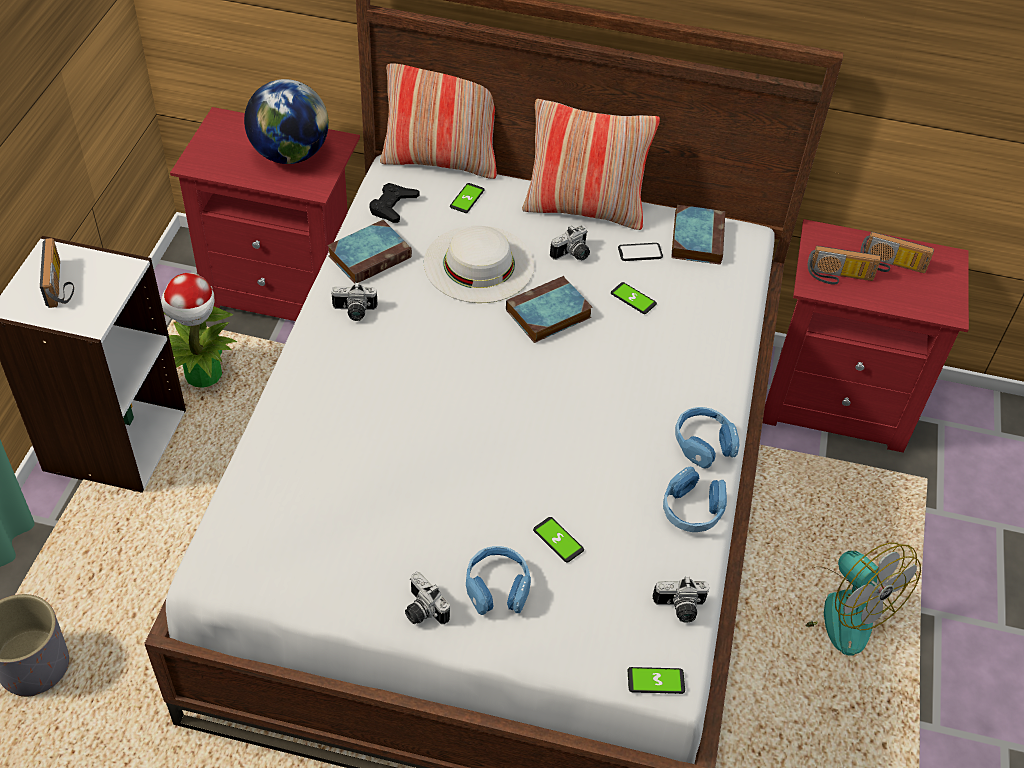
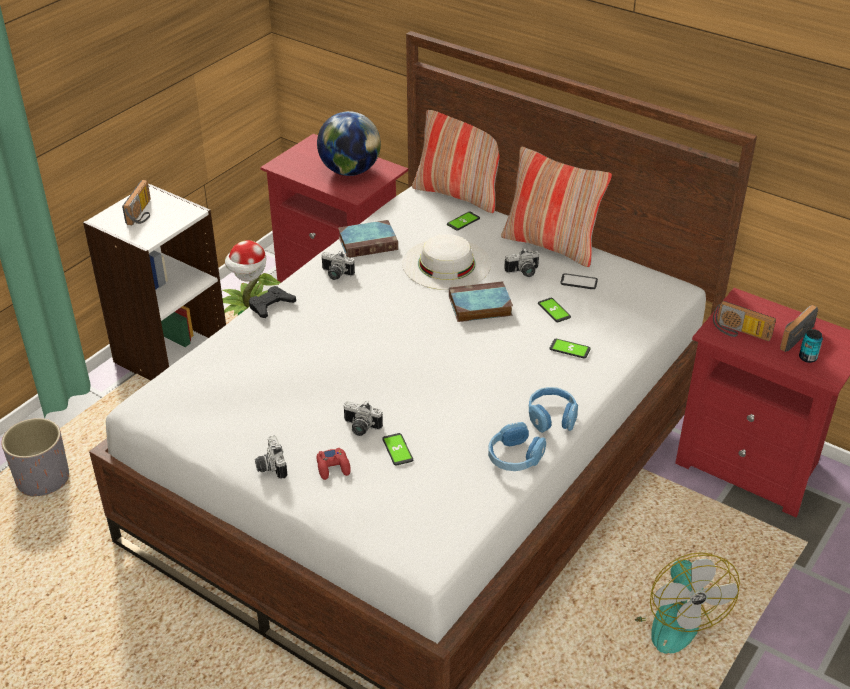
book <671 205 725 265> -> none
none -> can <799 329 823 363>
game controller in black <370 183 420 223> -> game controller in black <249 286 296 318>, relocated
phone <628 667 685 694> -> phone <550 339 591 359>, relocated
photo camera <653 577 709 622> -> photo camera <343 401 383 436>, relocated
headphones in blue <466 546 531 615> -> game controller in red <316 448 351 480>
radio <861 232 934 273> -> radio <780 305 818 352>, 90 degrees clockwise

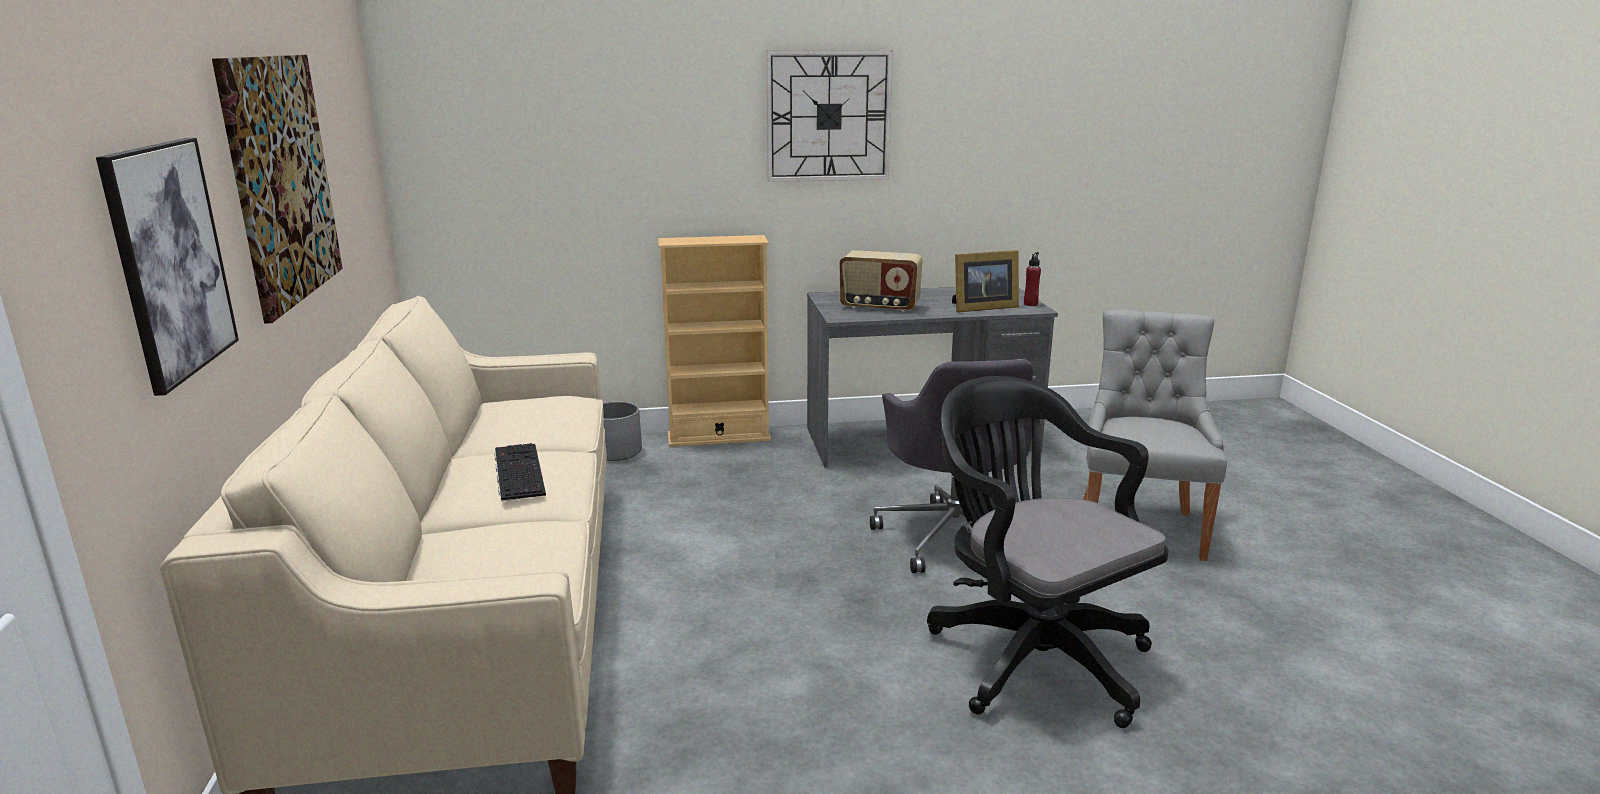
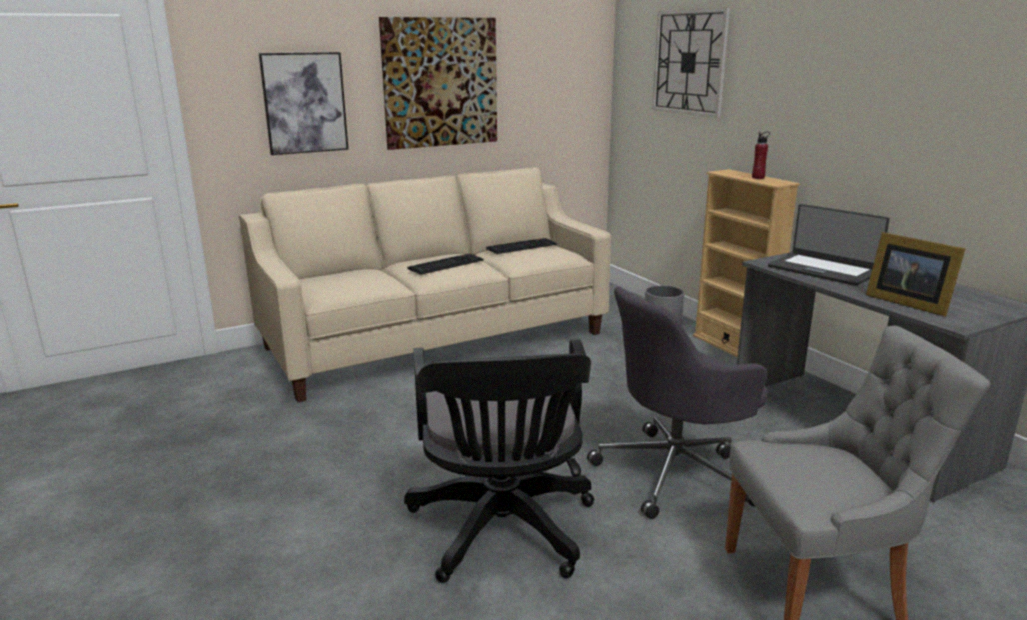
none -> keyboard <486 238 557 254>
wall clock <766 50 893 182> -> wall clock <652 8 730 117>, relocated
bottle in red <1024 252 1041 306> -> bottle in red <752 132 770 179>, relocated
radio <840 250 923 312> -> laptop <768 204 890 286>
office chair in black <927 376 1169 728> -> office chair in black <404 339 594 583>, 135 degrees clockwise

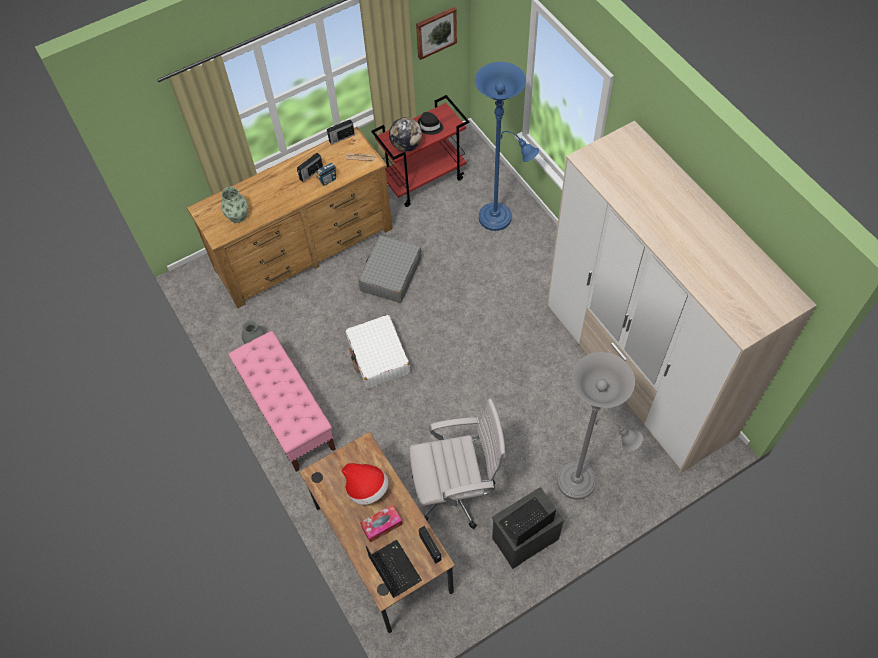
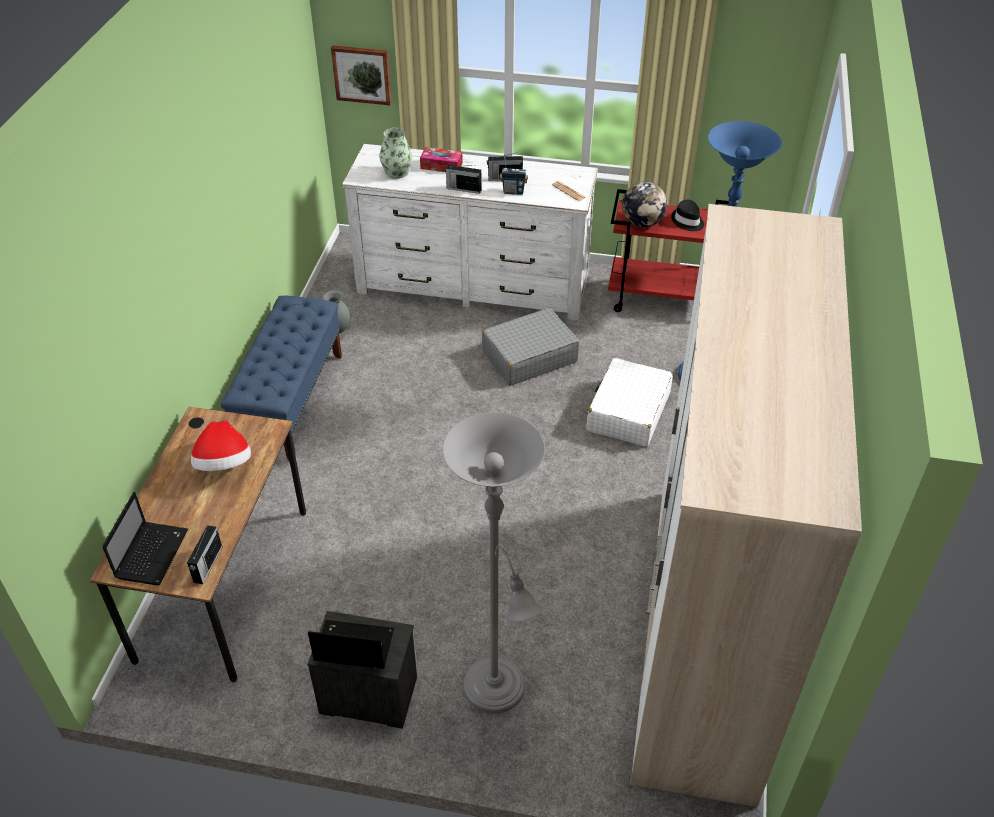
office chair in white <409 399 506 529> -> none
radio <327 119 355 145> -> radio <445 165 482 194>, relocated
suitcase in white <345 315 411 389> -> suitcase in white <587 358 673 447>, relocated
tissue box <360 504 403 543> -> tissue box <420 147 463 172>, relocated
picture <416 7 457 60> -> picture <331 45 391 105>, relocated
dresser in brown <186 127 393 308> -> dresser in white <342 144 598 321>
bench in pink <229 331 336 472> -> bench in blue <221 296 342 462>

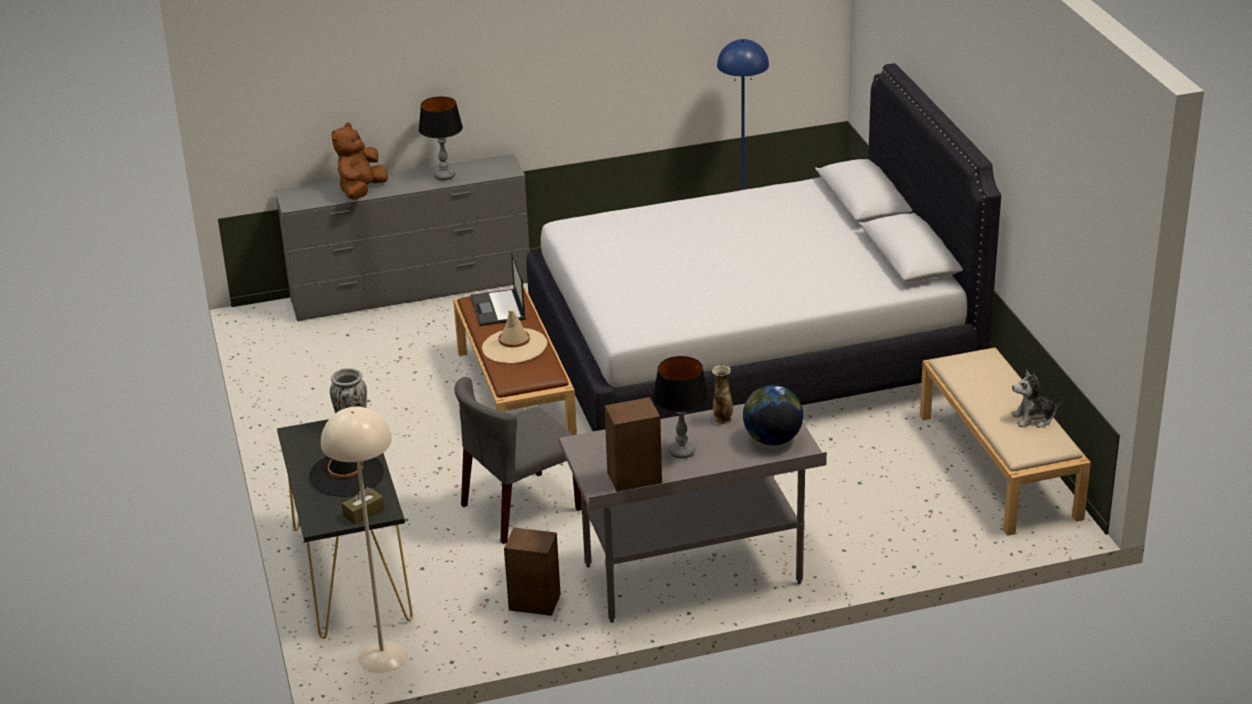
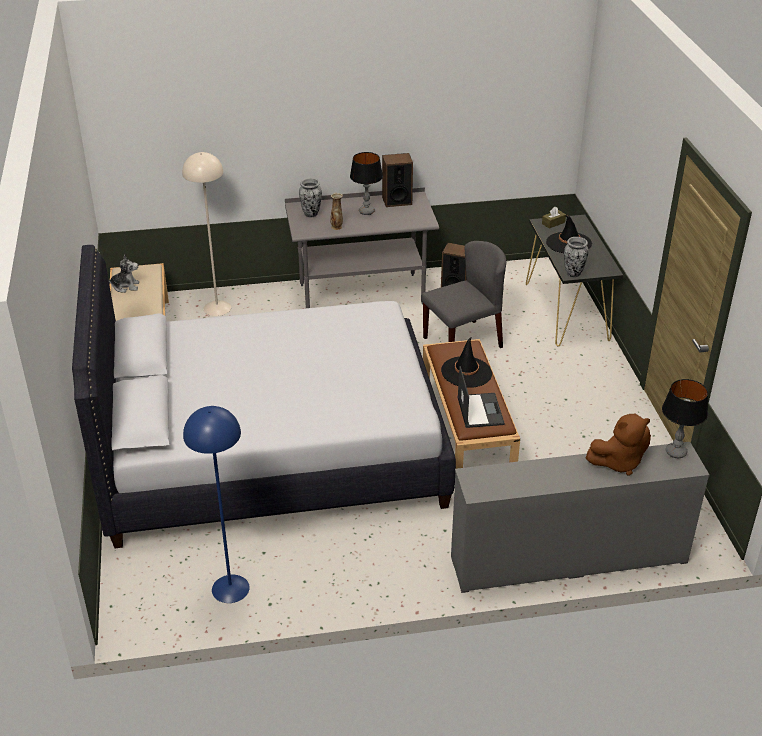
floor lamp in beige <321 407 407 673> -> floor lamp in beige <182 152 231 316>, relocated
table lamp <419 96 463 180> -> table lamp <662 379 708 458>, relocated
globe <743 385 803 445> -> vase <299 178 322 218>
hat in beige <482 310 547 363> -> hat in black <441 337 492 387>
plush toy in brown <331 122 388 200> -> plush toy in brown <586 414 651 476>, 45 degrees clockwise

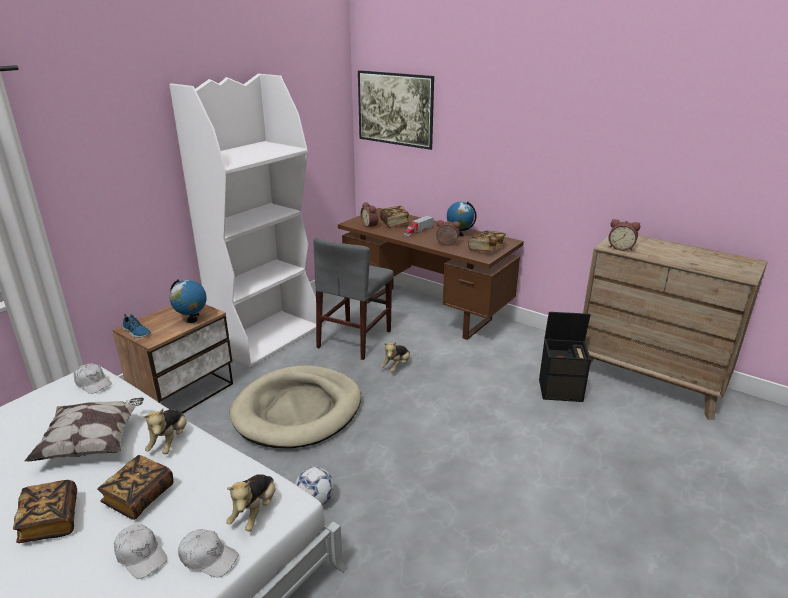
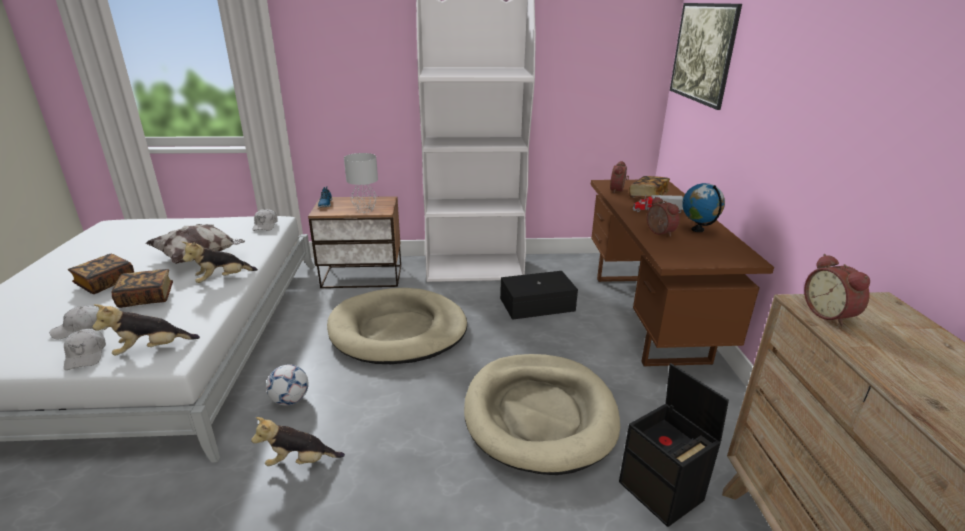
book <468 231 506 252> -> none
none -> dog bed in beige <464 354 620 475>
plush toy <381 342 410 372> -> plush toy <251 417 345 466>, relocated
globe <170 279 207 323> -> table lamp in grey <344 153 378 213>
chair in grey <313 237 394 360> -> storage box in black <500 271 578 320>
cap in white <114 525 167 579> -> cap in white <50 305 99 339>, 60 degrees clockwise

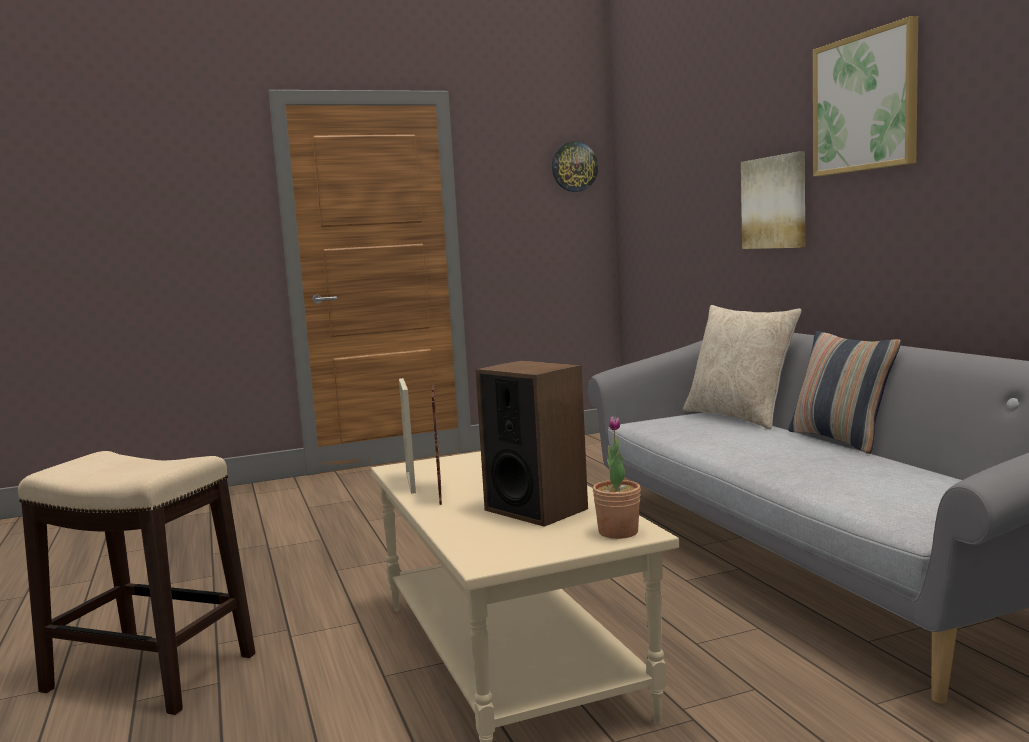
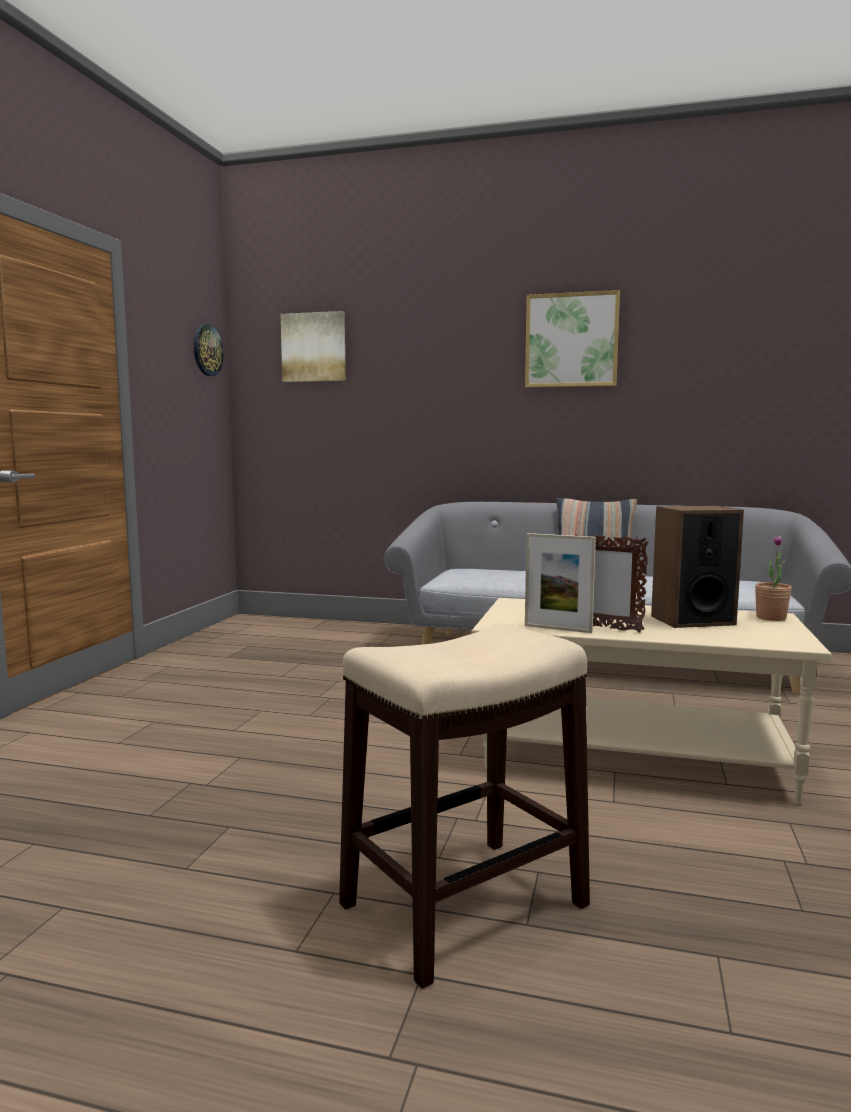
pillow in beige <683 305 802 430> -> none
picture <741 151 805 249> -> picture <280 311 346 382>, relocated

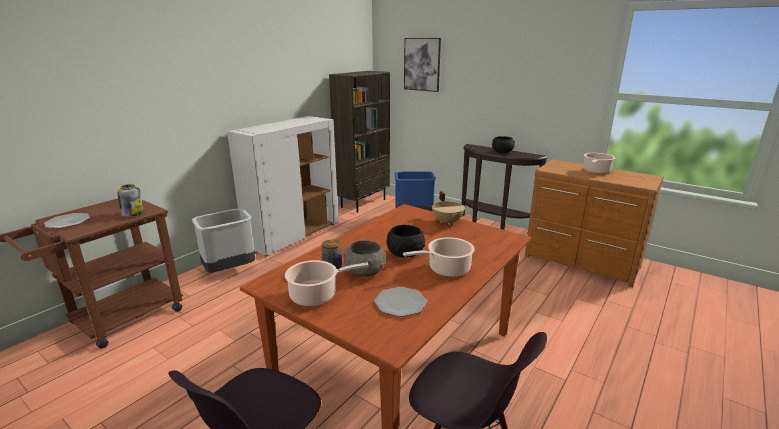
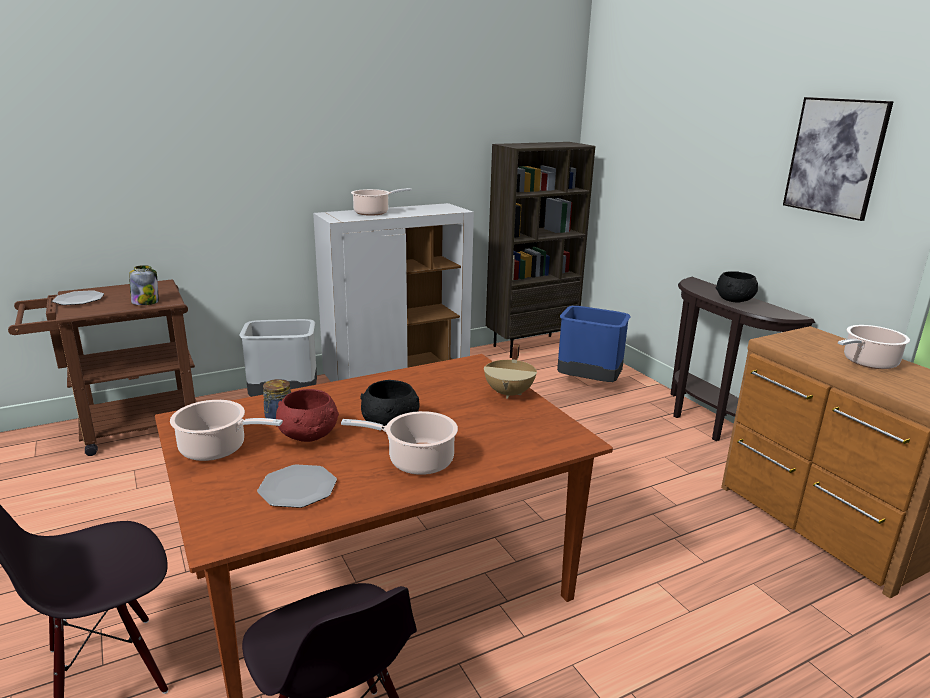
none -> cooking pot <351 188 412 216>
picture <404 38 441 92> -> picture <783 97 894 221>, relocated
bowl in grey <343 240 386 276> -> bowl in red <276 389 339 442>

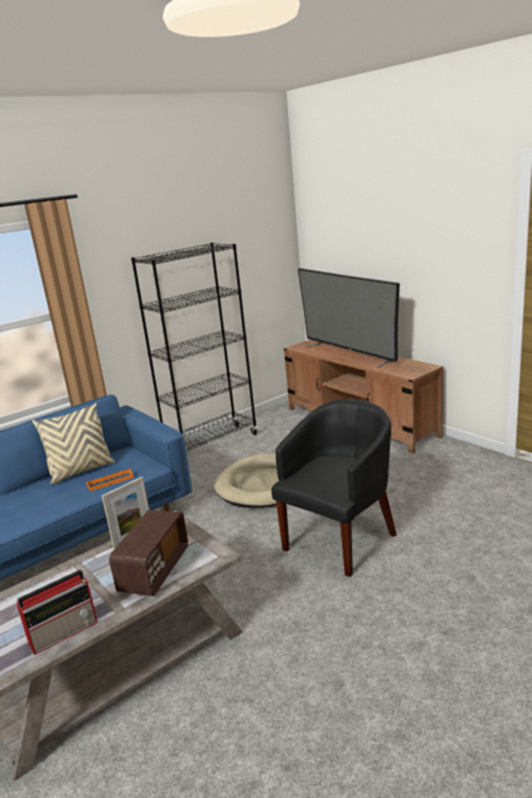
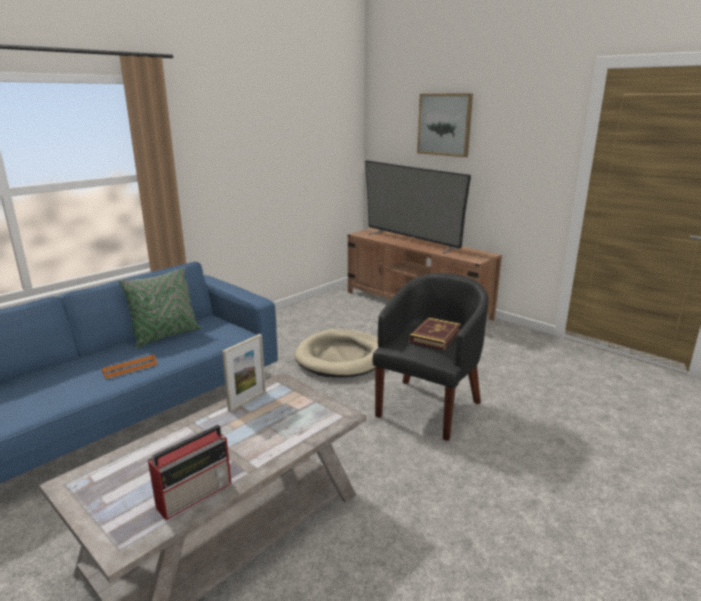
radio <109 510 188 596> -> none
bookcase in black <131 242 257 458> -> none
none -> book <410 317 461 350>
none -> picture <417 93 473 157>
tray in orange <86 469 134 491> -> tray in orange <102 354 157 379>, relocated
pillow in beige <32 403 115 485> -> pillow in green <119 267 200 349>

